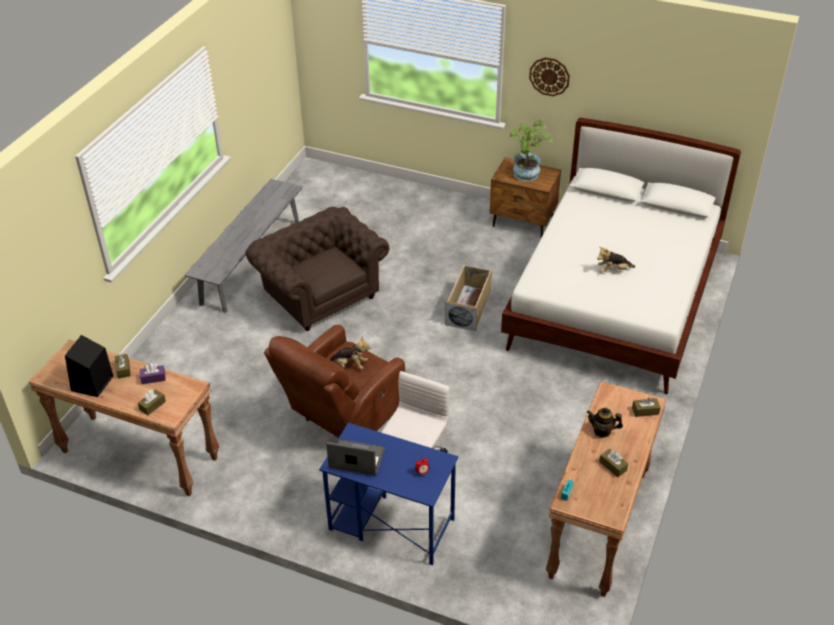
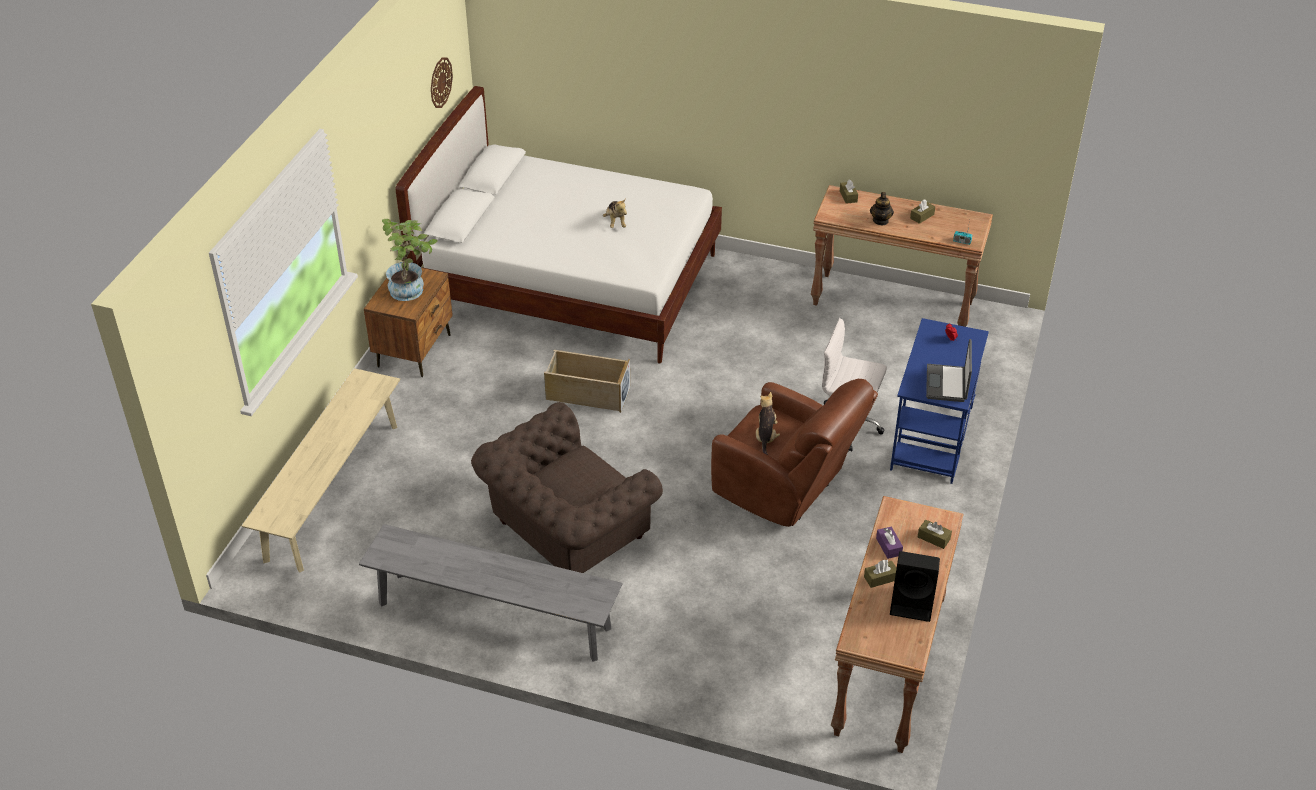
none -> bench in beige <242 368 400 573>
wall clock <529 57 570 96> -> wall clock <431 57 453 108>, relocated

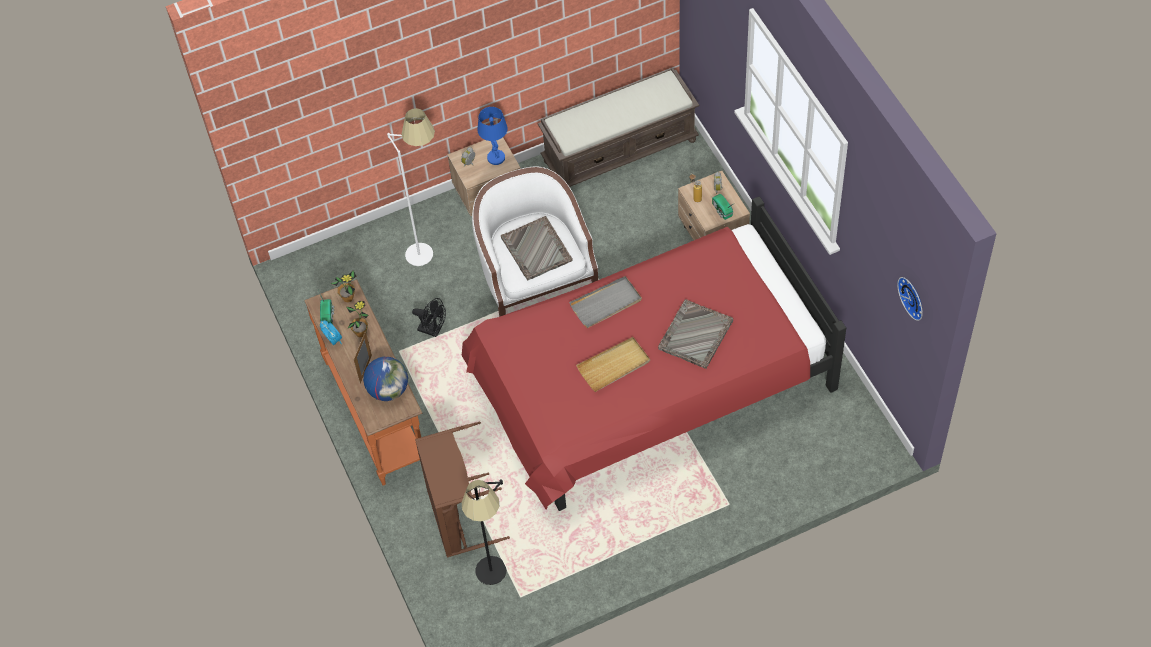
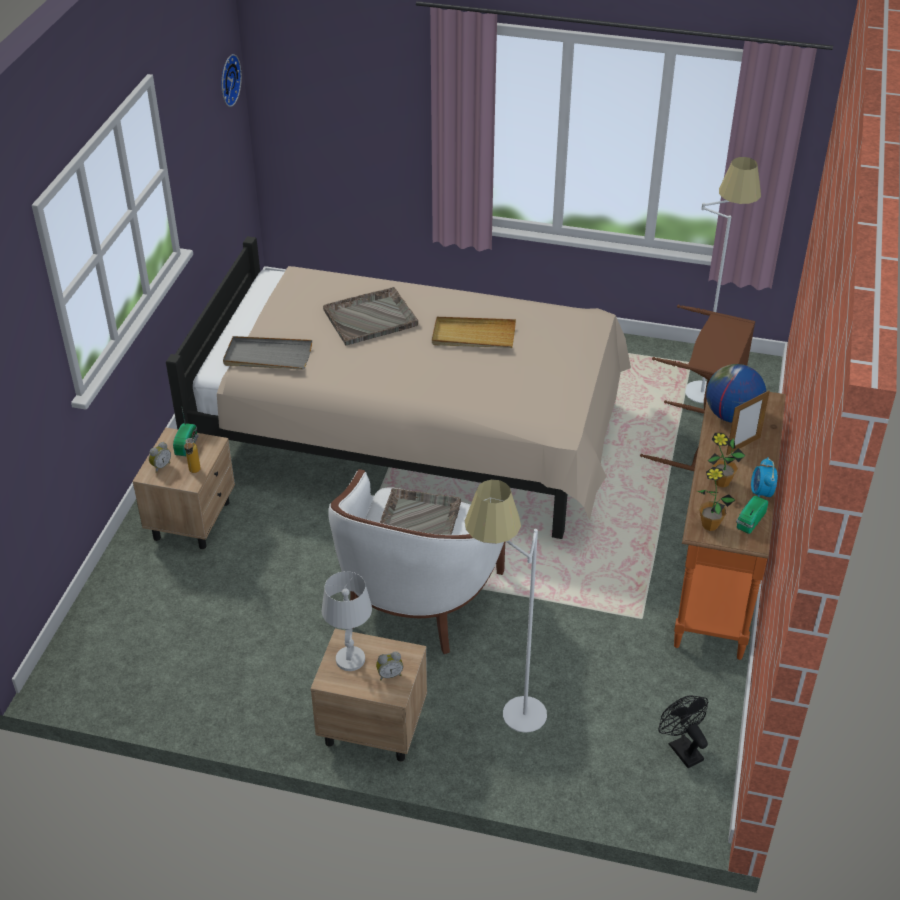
bench in brown <538 67 700 187> -> none
fan in black <412 298 446 337> -> fan in black <658 695 708 768>, relocated
tray in grey <569 276 642 328> -> tray in grey <223 336 312 370>, relocated
bed in red <462 196 846 511> -> bed in beige <166 236 631 539>
floor lamp in black <462 479 507 585> -> floor lamp in white <685 157 761 403>
table lamp in blue <477 107 508 165> -> table lamp in white <322 571 372 671>

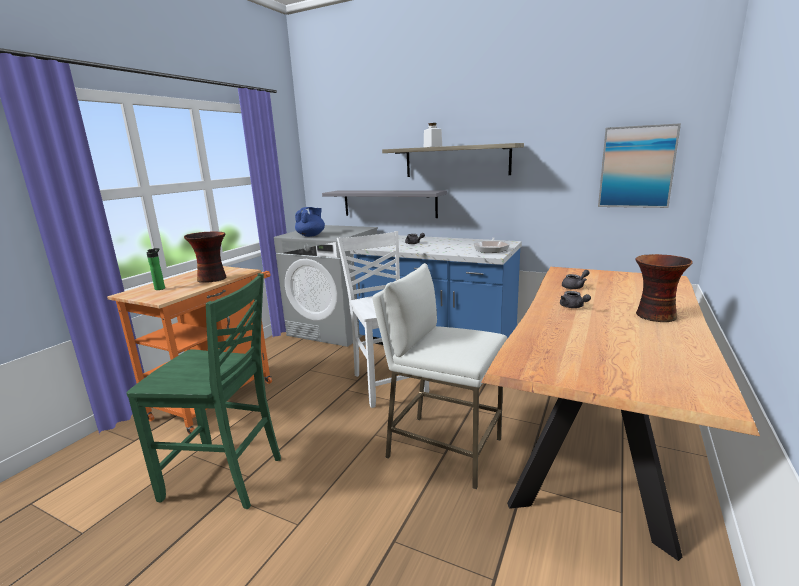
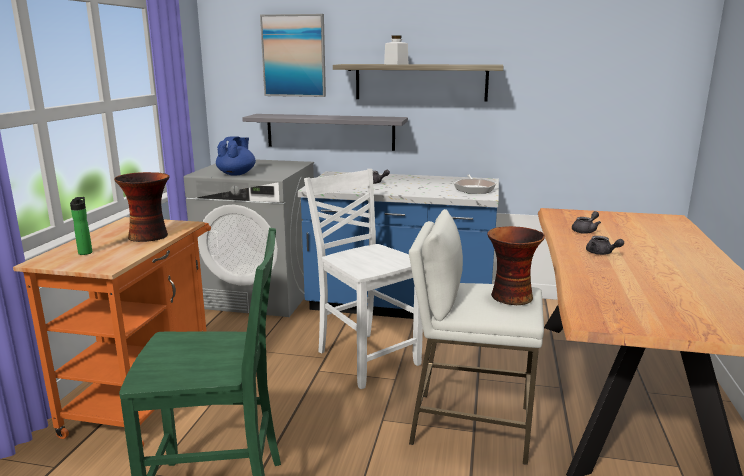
picture <598 123 681 208> -> picture <260 14 326 97>, relocated
vase <635 254 693 322> -> vase <487 226 545 305>, relocated

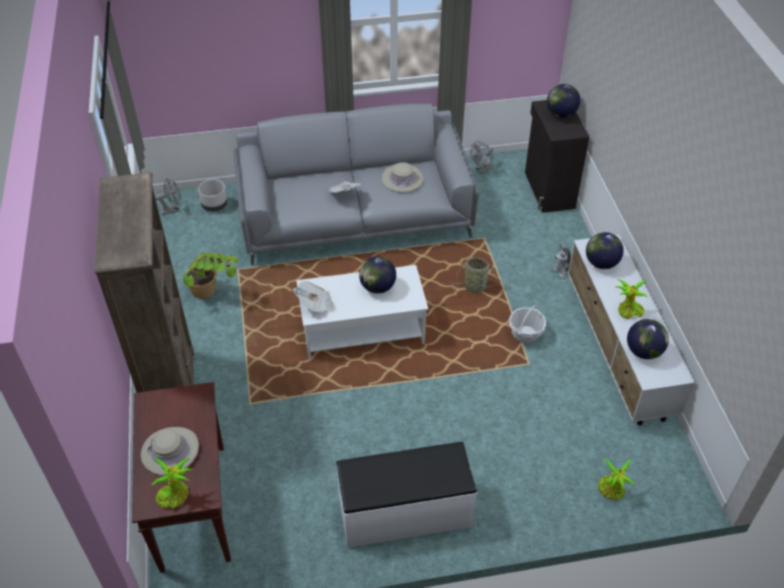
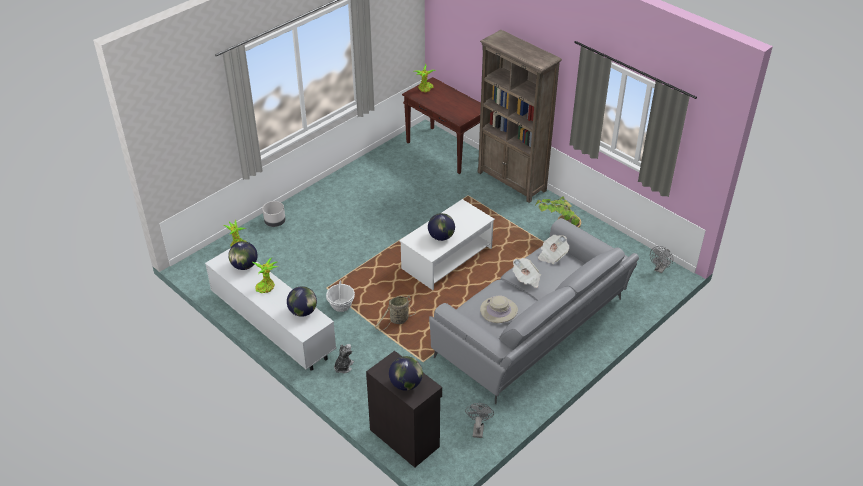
hat in beige <141 427 199 476> -> none
bench in white <336 442 477 548> -> none
planter in grey <198 179 228 212> -> planter in grey <262 201 286 227>, relocated
newspaper <294 281 336 312> -> newspaper <538 235 569 264>, relocated

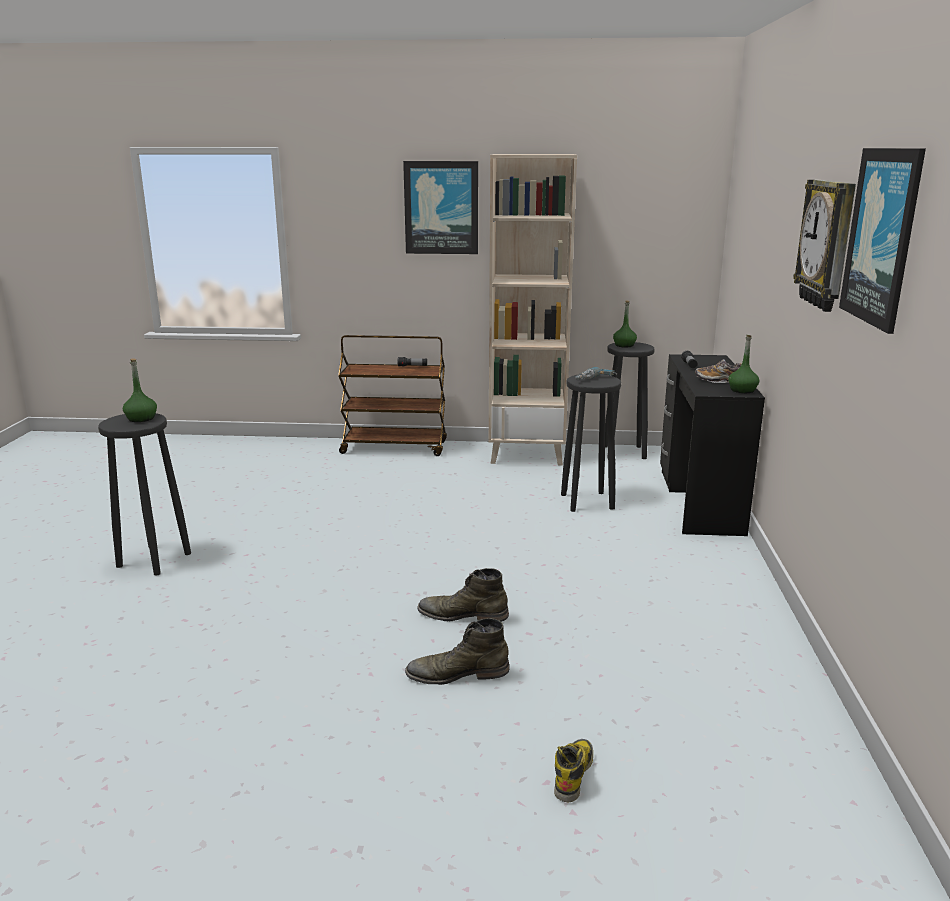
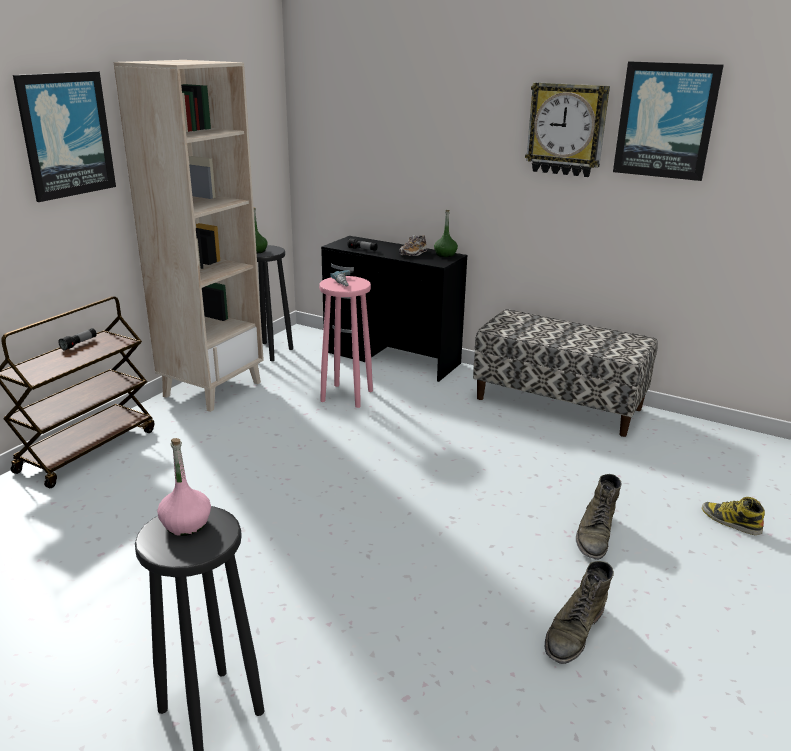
none -> bench <473 309 658 437>
boot in green <417 568 509 622> -> boot in green <545 561 614 664>, relocated
bottle in green <123 358 157 422> -> bottle in pink <157 438 211 536>
stool in black <561 374 621 512> -> stool in pink <319 276 373 408>

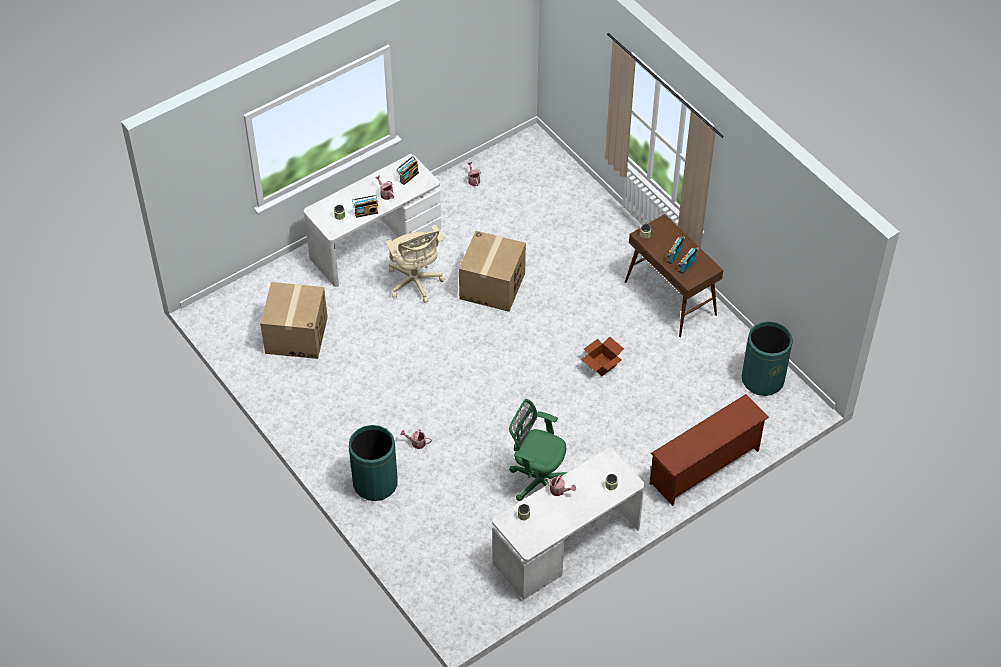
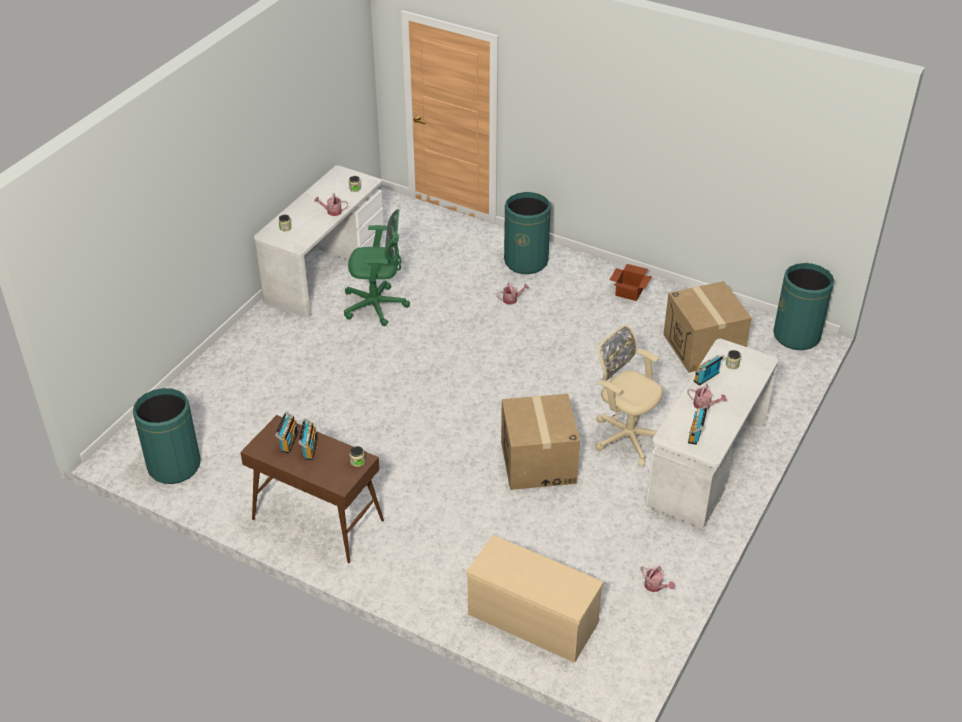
shoe rack in brown <650 394 769 506> -> none
none -> bench in beige <467 535 603 663>
none -> trash can in green <773 263 834 350>
cardboard box <581 336 624 376> -> cardboard box <610 264 652 301>, relocated

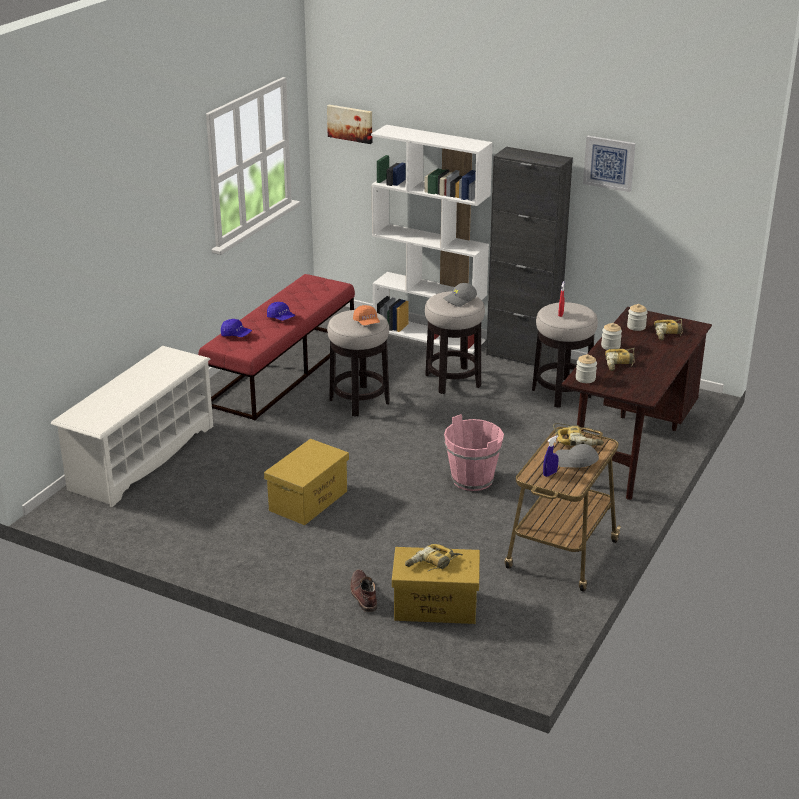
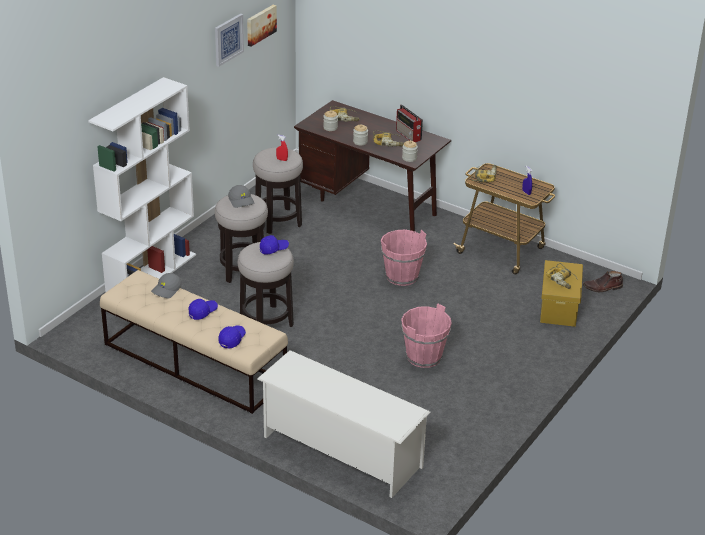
cabinet in black <486 147 573 367> -> none
none -> radio <396 105 423 142>
picture <327 105 372 144> -> picture <247 5 277 47>, relocated
boot in brown <350 570 377 612> -> boot in brown <583 271 623 292>, relocated
cap in grey <555 444 599 468> -> cap in grey <151 273 182 299>, relocated
storage box in yellow <264 439 349 525> -> bucket in pink <401 303 452 368>
bench in red <198 274 355 420> -> bench in beige <100 270 288 414>
cap in orange <353 305 380 325> -> cap in blue <260 235 289 254>

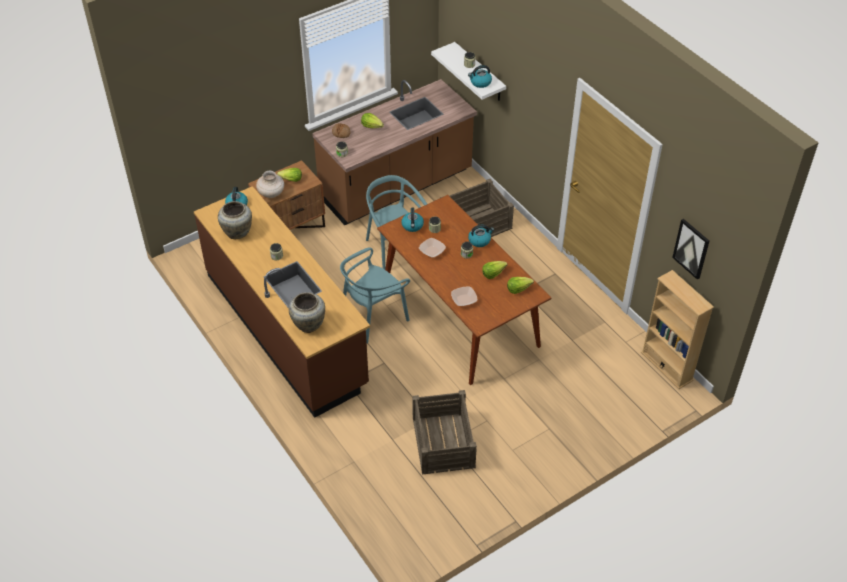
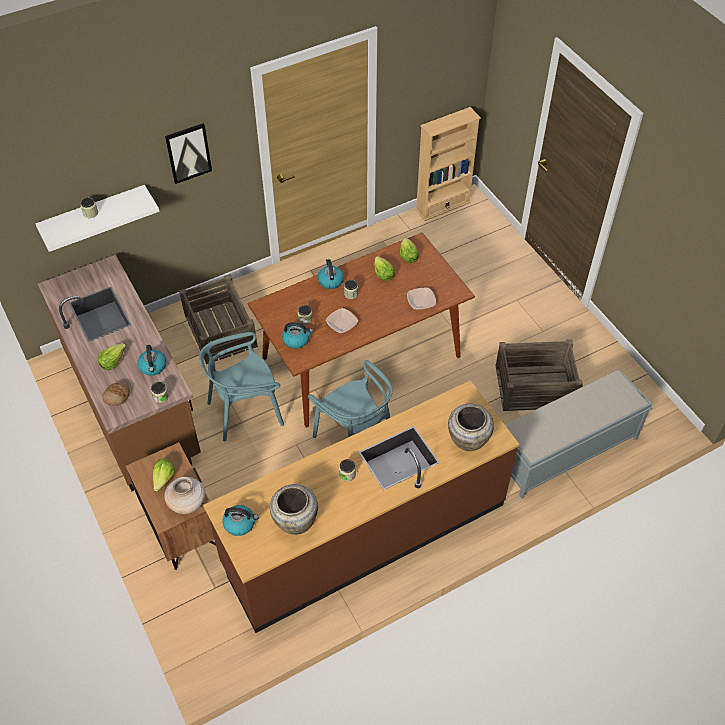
none -> bench in grey <505 370 653 499>
kettle <468 65 492 88> -> kettle <137 345 166 376>, relocated
picture <672 219 710 280> -> picture <165 123 212 184>, relocated

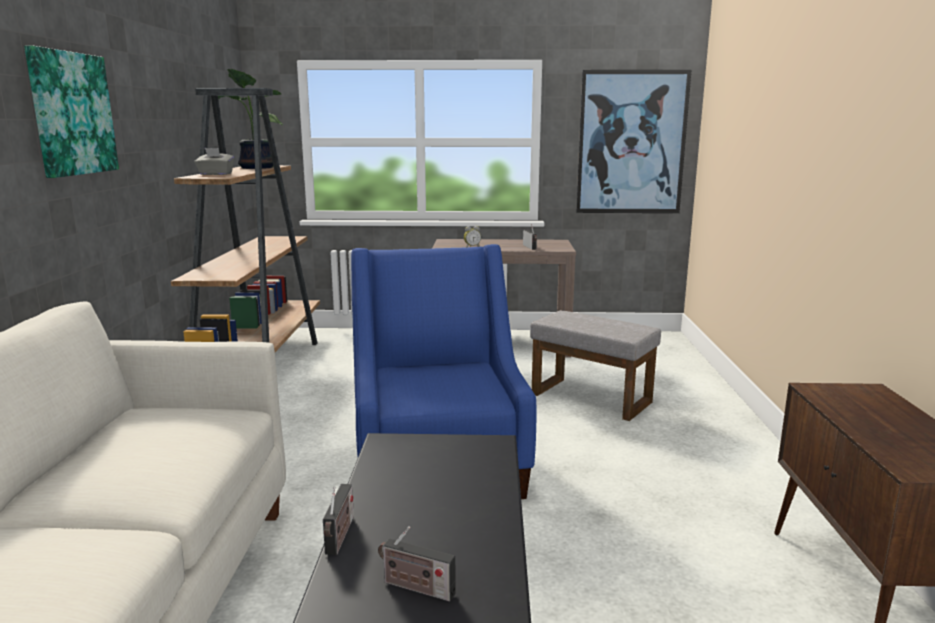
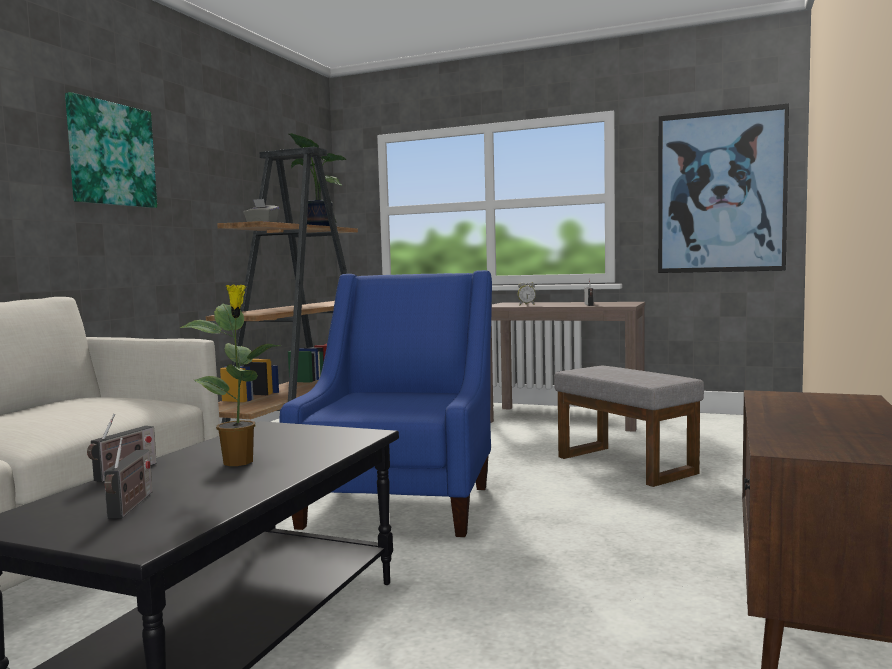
none -> potted plant <180 284 282 466>
radio <378 526 456 602> -> radio <104 438 152 519>, 135 degrees counterclockwise

